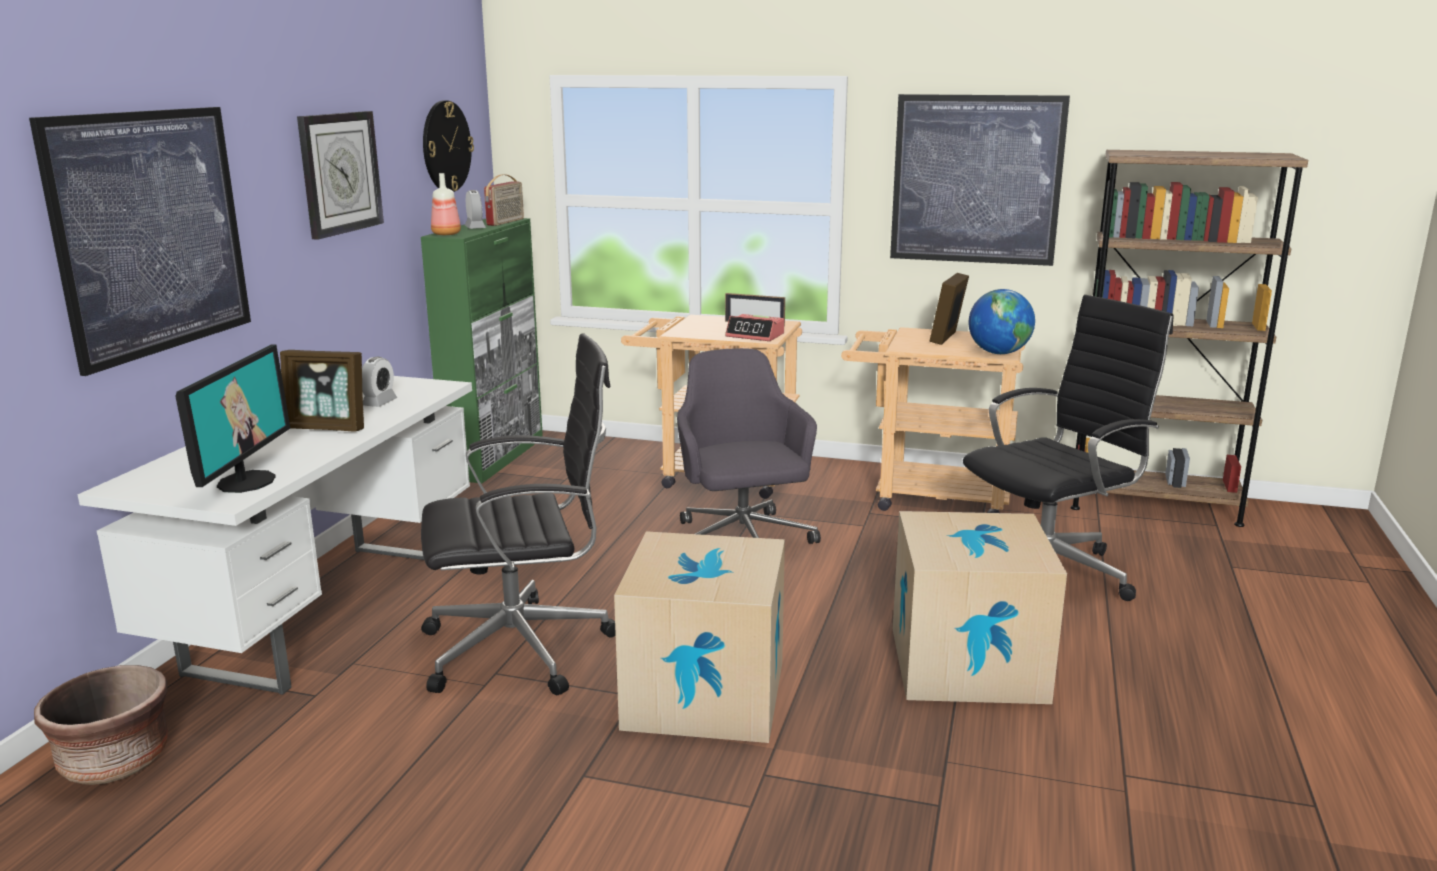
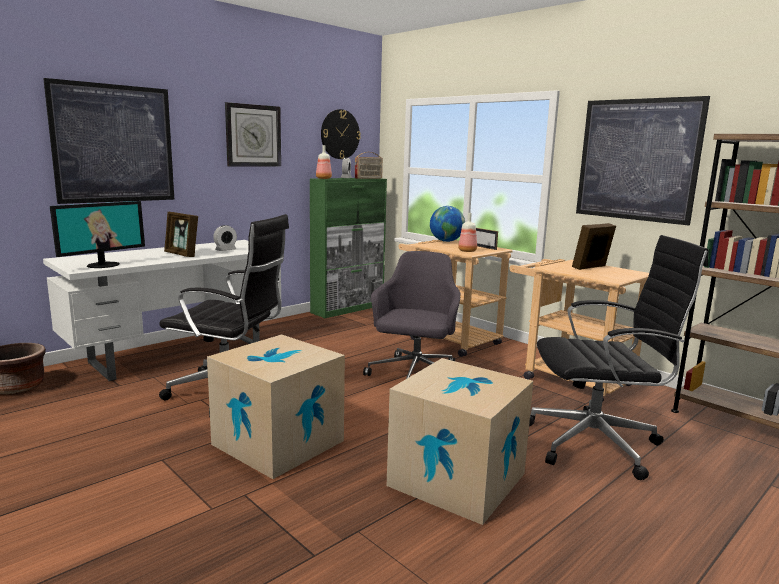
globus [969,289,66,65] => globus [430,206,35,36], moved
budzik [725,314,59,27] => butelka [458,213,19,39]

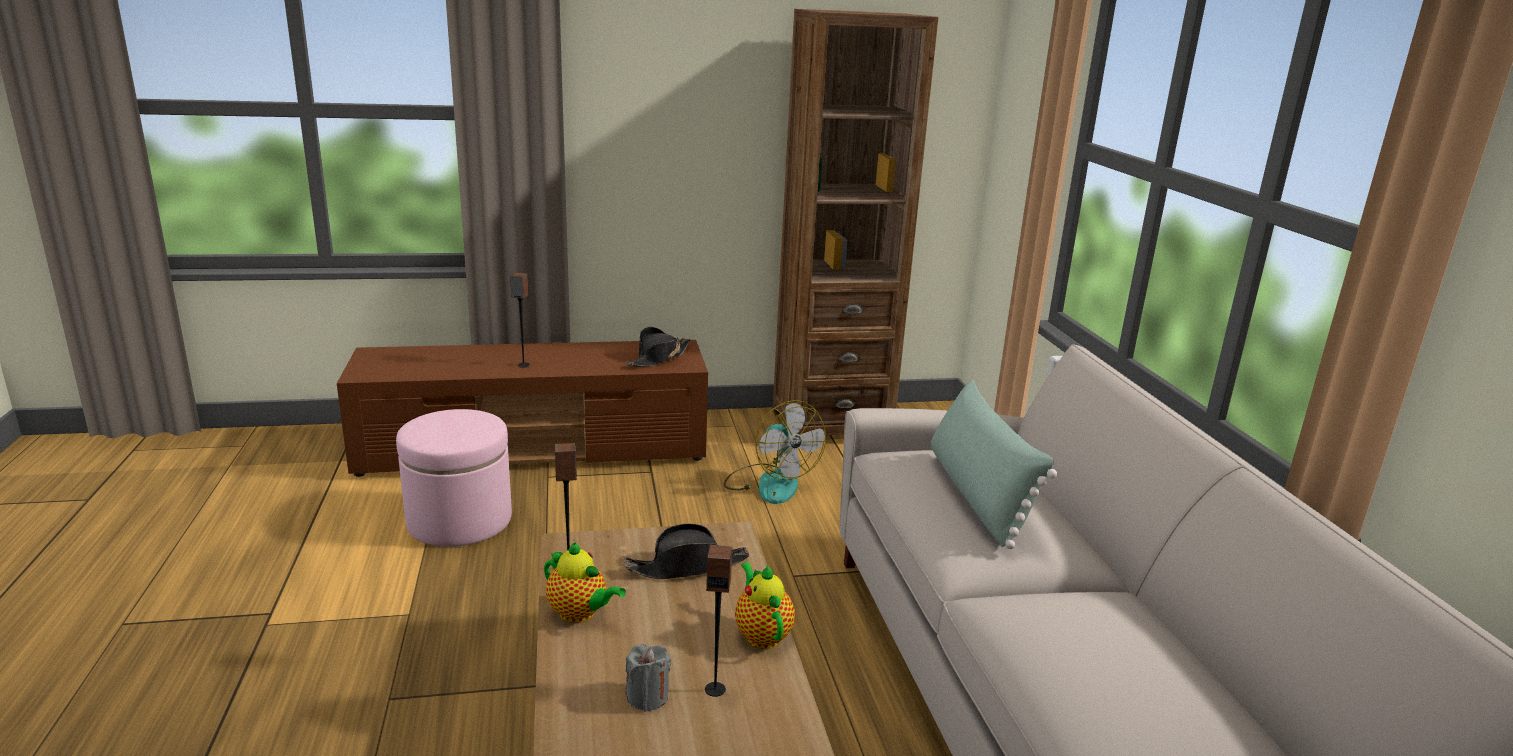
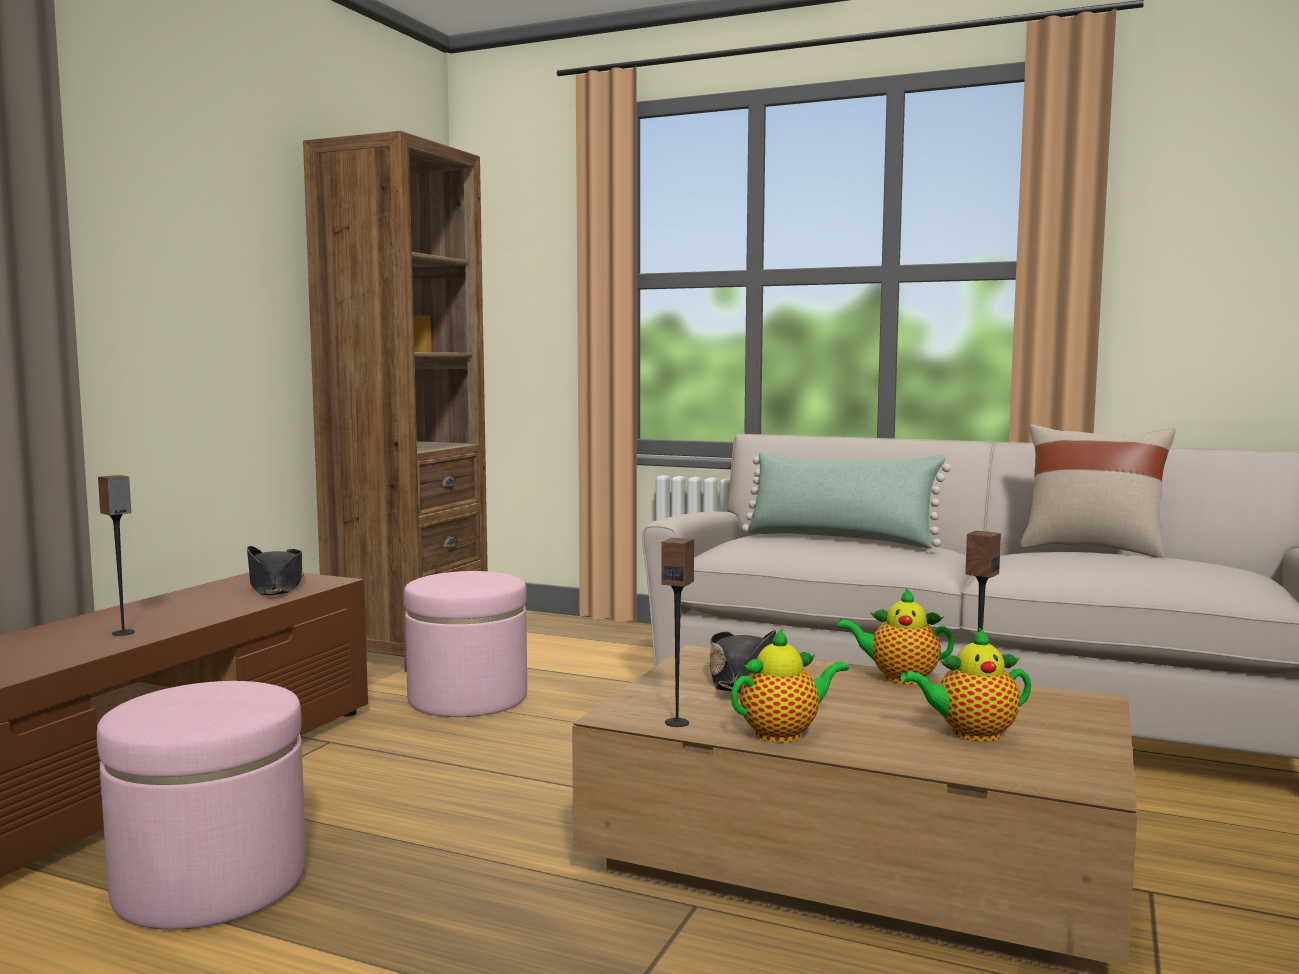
wentylator [724,400,102,104] => pufa (różowy) [404,571,123,146]
świeca (szary) [626,644,45,68] => imbryk [901,627,130,115]
nothing => poduszka (beżowy) [1020,424,155,134]

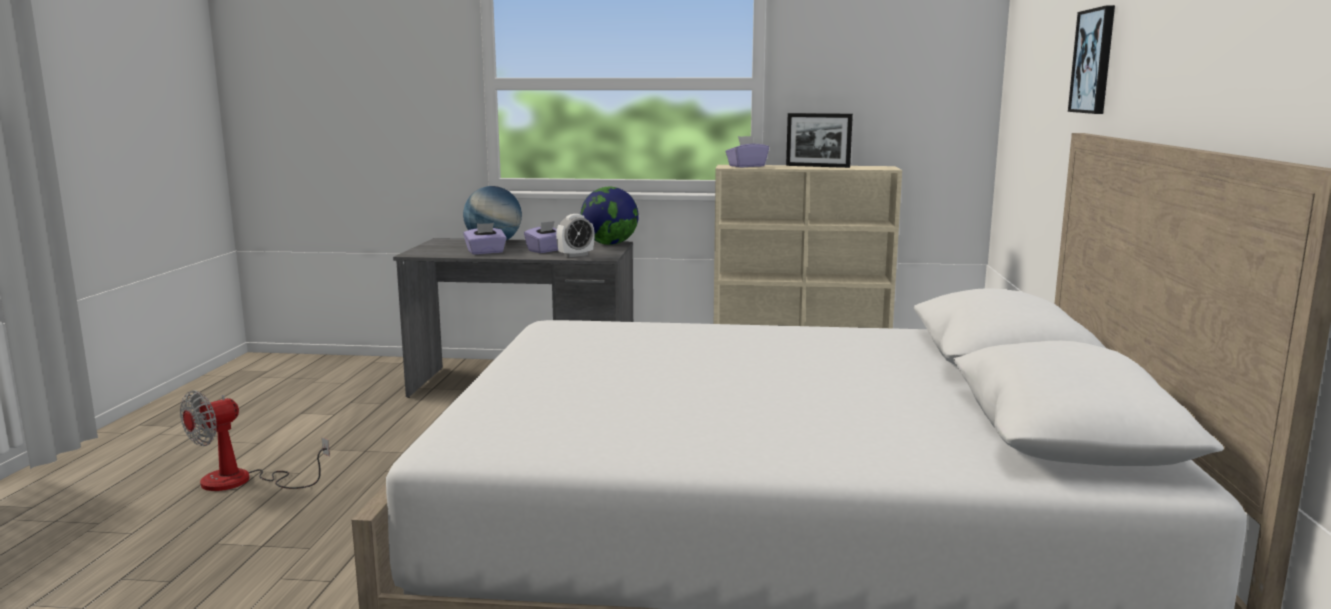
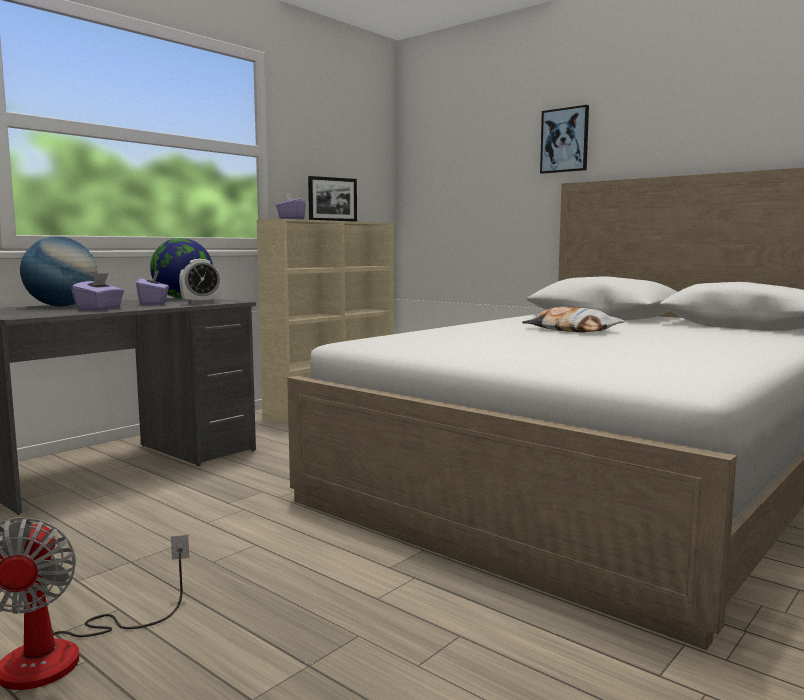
budzik [556,214,38,43] => budzik [179,259,43,45], 60 degrees clockwise
nothing => poduszka [522,307,103,26]

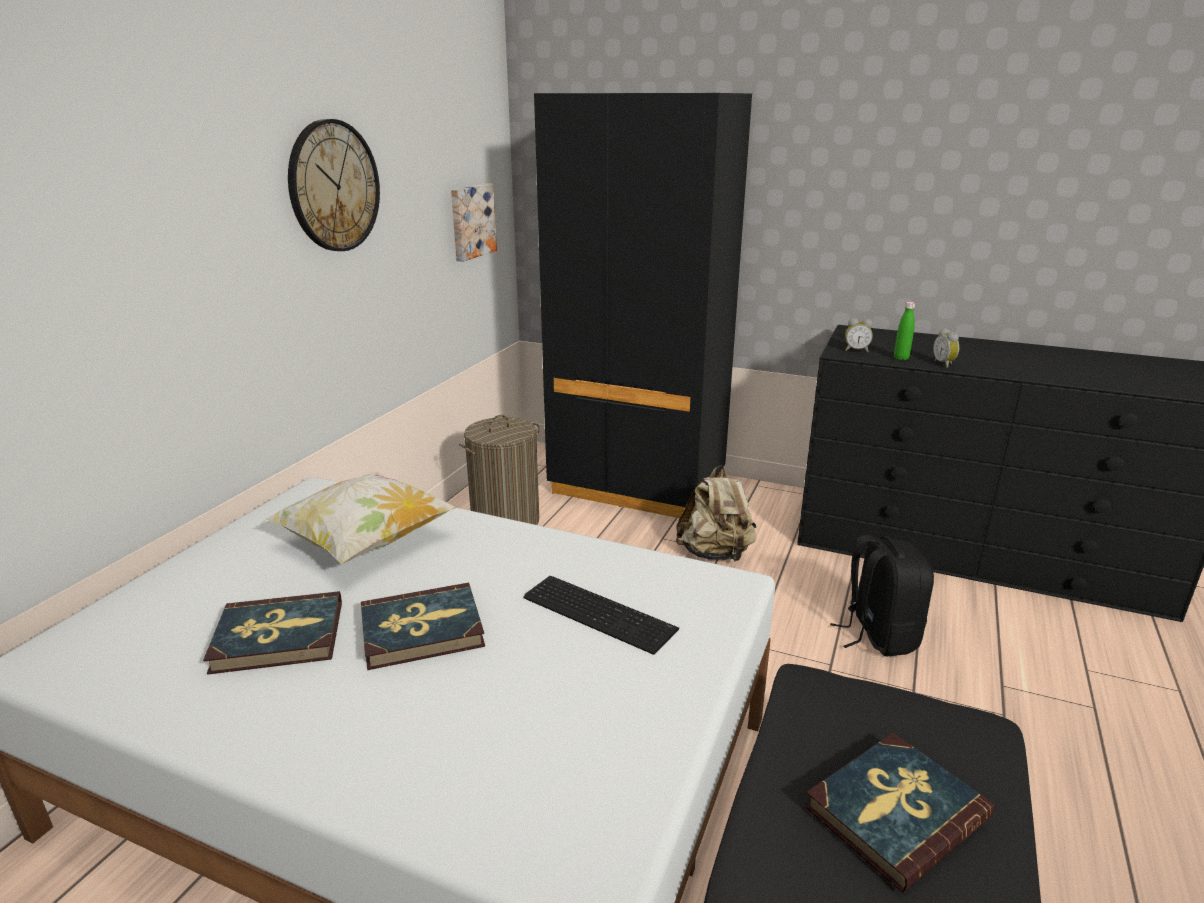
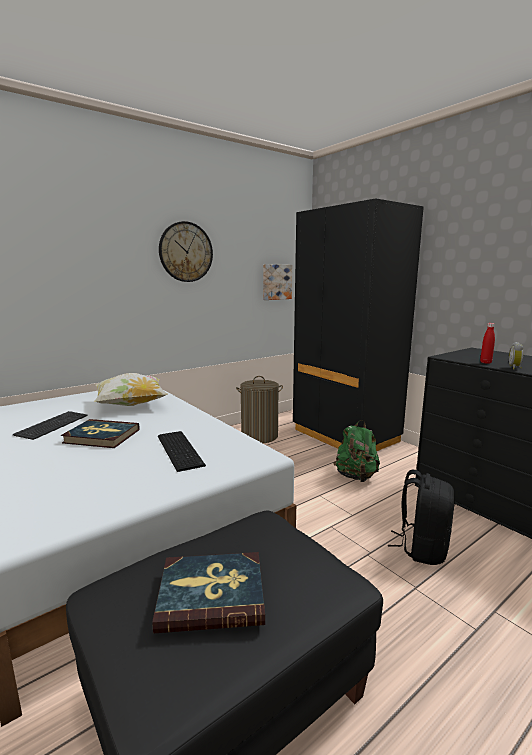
książka [203,591,139,84] => klawiatura [13,411,75,29]
plecak (beżowy) [676,465,80,97] => plecak (zielony) [333,420,47,62]
butelka (zielony) [894,302,21,58] => butelka (czerwony) [480,323,15,41]
budzik [845,318,28,34] => nothing

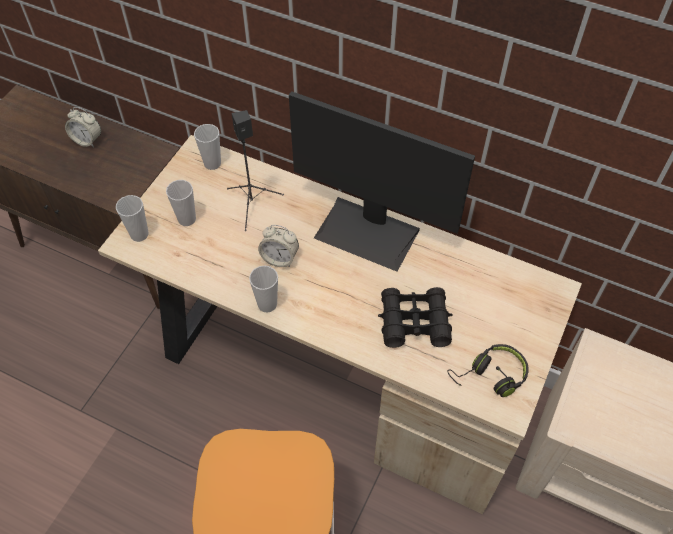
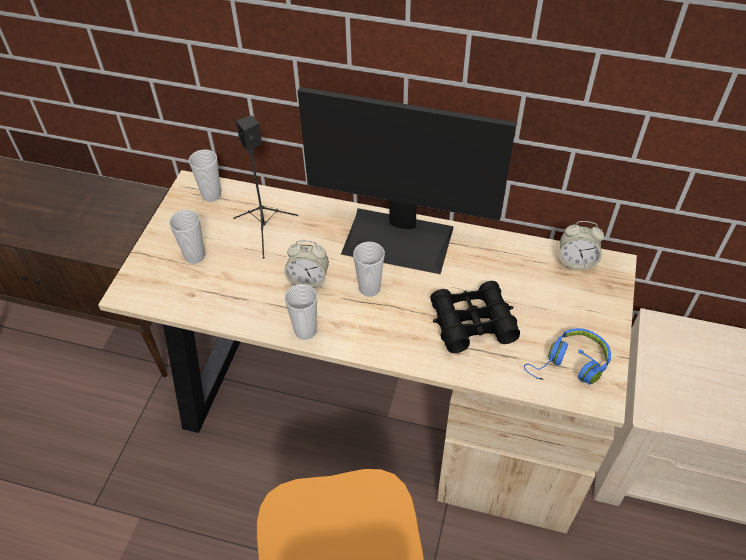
filiżanka [116,195,33,47] => filiżanka [353,242,32,55], moved
słuchawki (czarny) [447,344,82,53] => słuchawki (niebieski) [524,328,87,57]
budzik [65,107,36,40] => budzik [559,221,46,50], moved

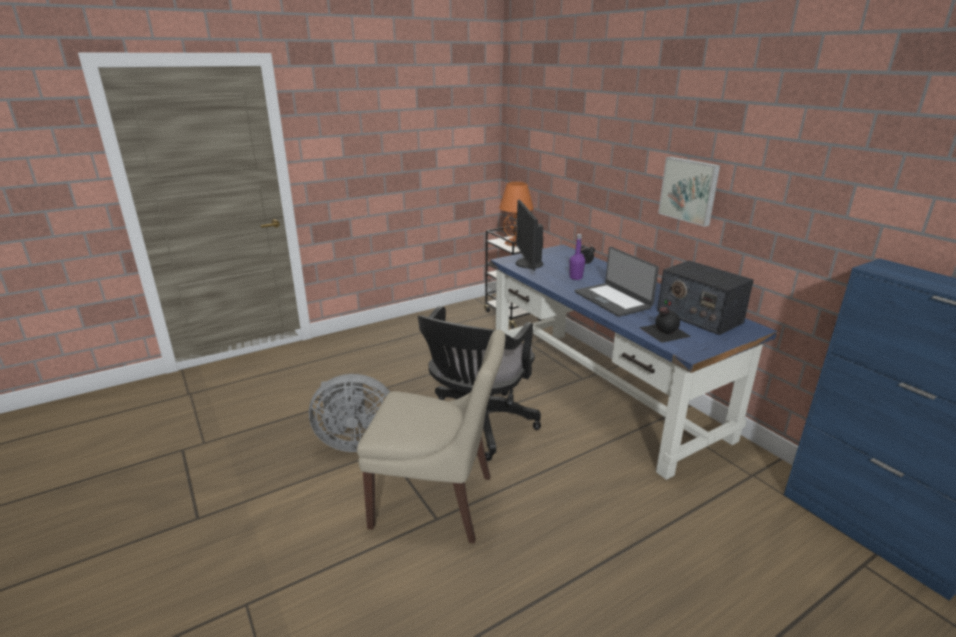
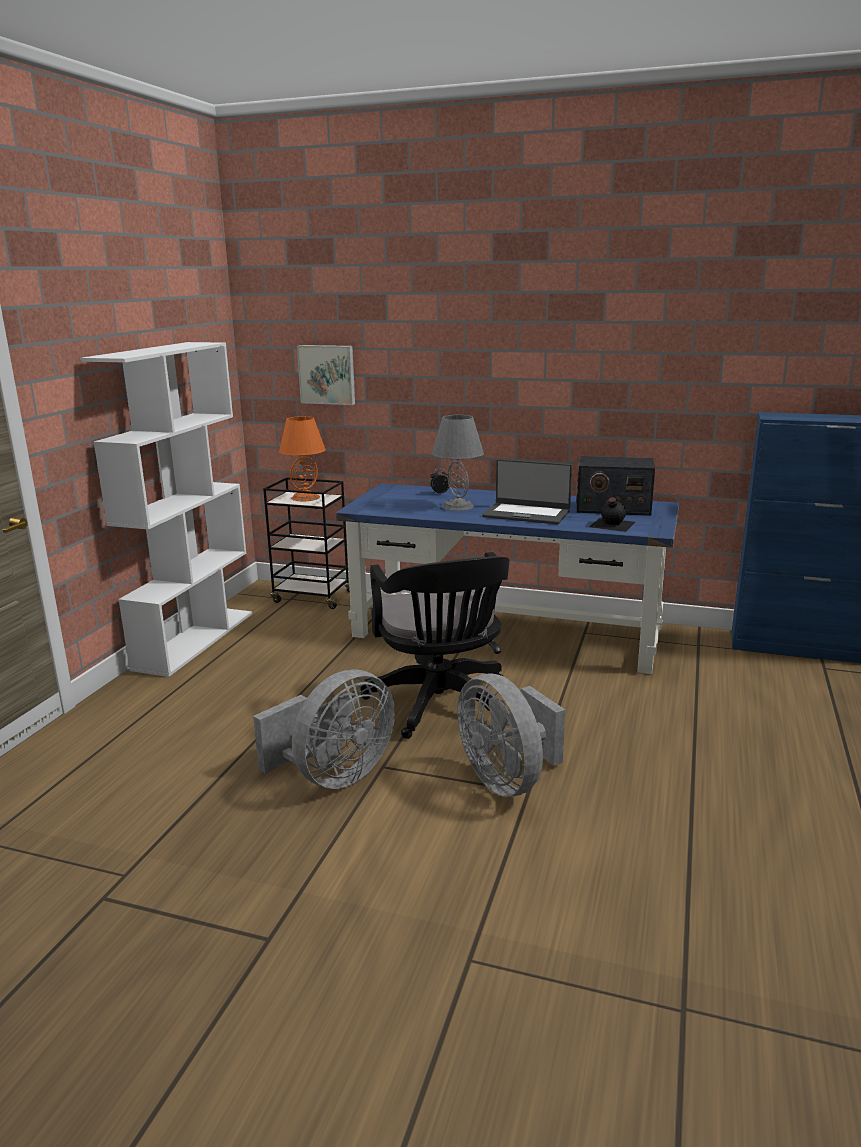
nothing => regał (biały) [80,342,172,335]
obraz [658,157,62,70] => obraz [297,345,58,60], moved
butelka (fioletowy) [569,234,16,46] => lampa stołowa (szary) [432,415,52,96]
krzesło (beżowy) [357,330,149,213] => wentylator (szary) [457,673,108,124]
monitor [516,200,27,71] => nothing

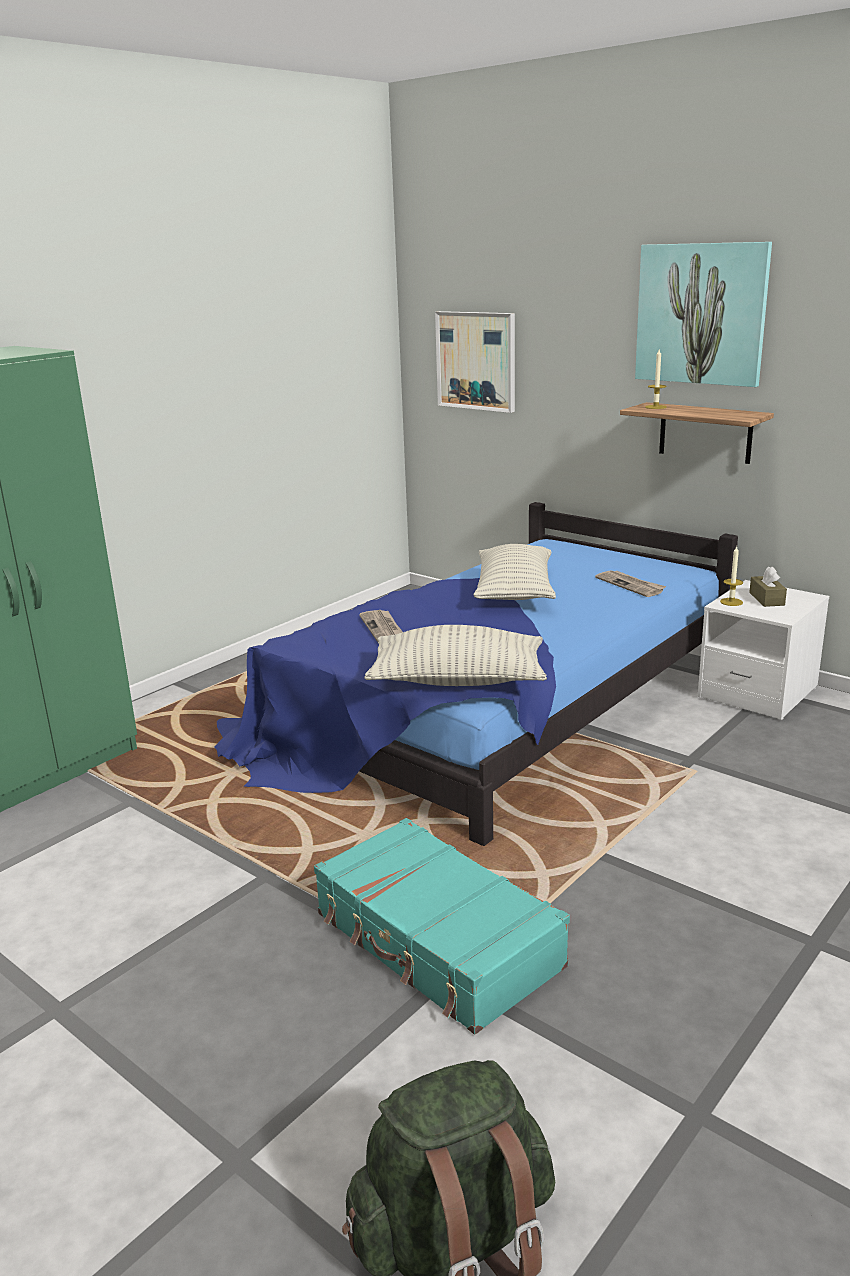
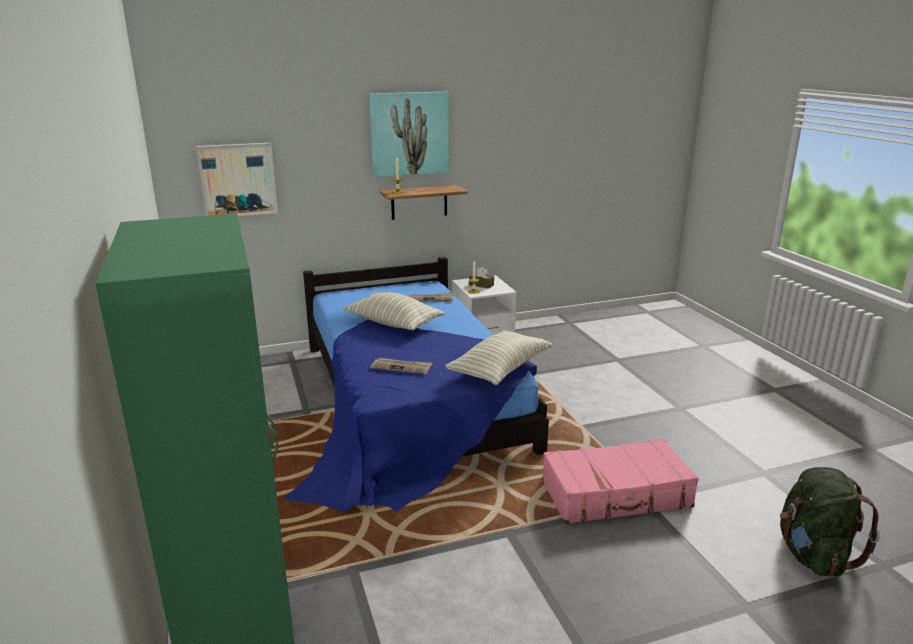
walizka (turkusowy) [314,818,256,217] => walizka (różowy) [542,439,157,85]

